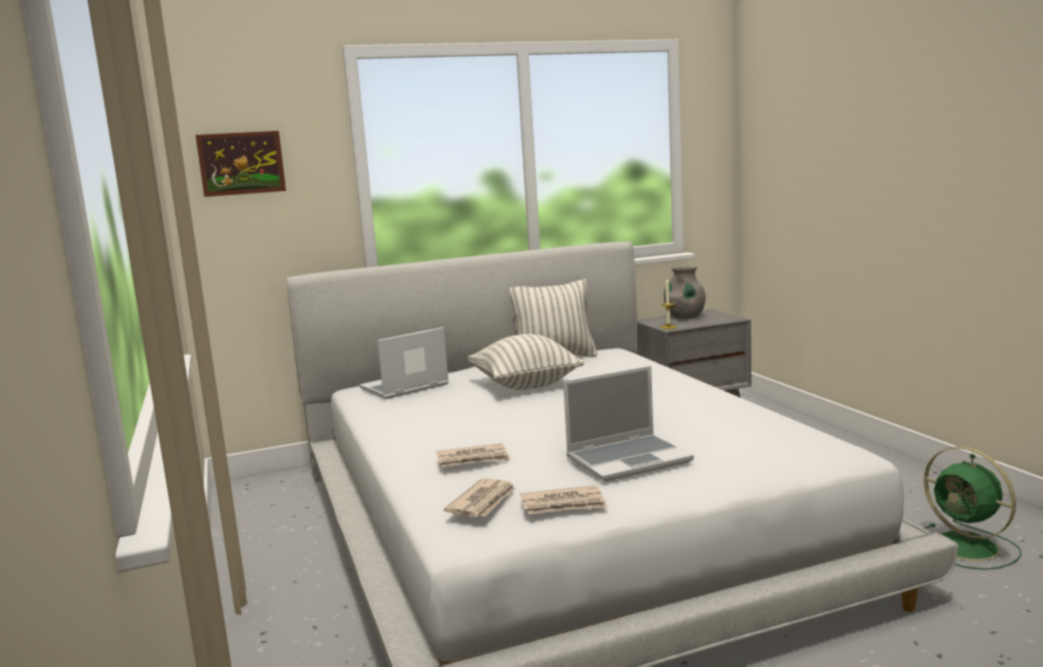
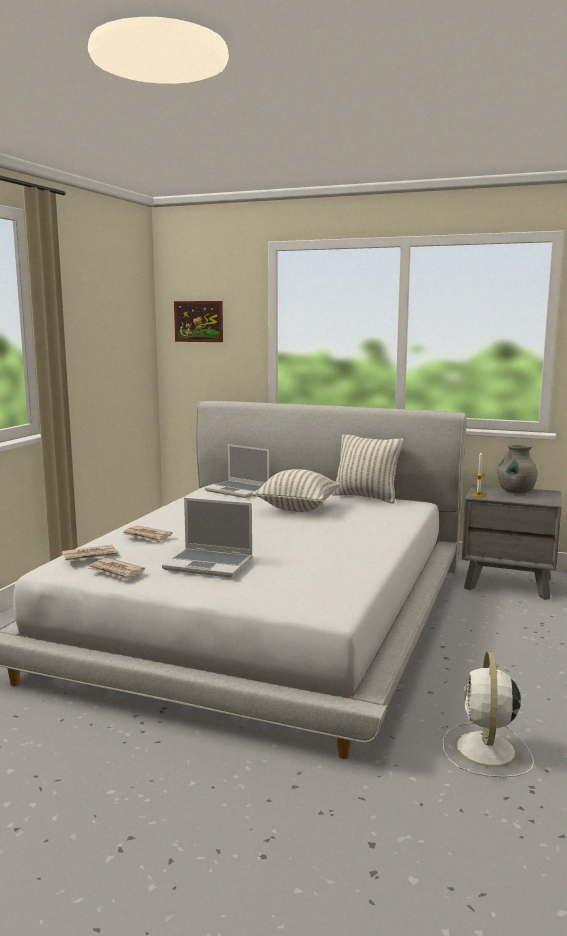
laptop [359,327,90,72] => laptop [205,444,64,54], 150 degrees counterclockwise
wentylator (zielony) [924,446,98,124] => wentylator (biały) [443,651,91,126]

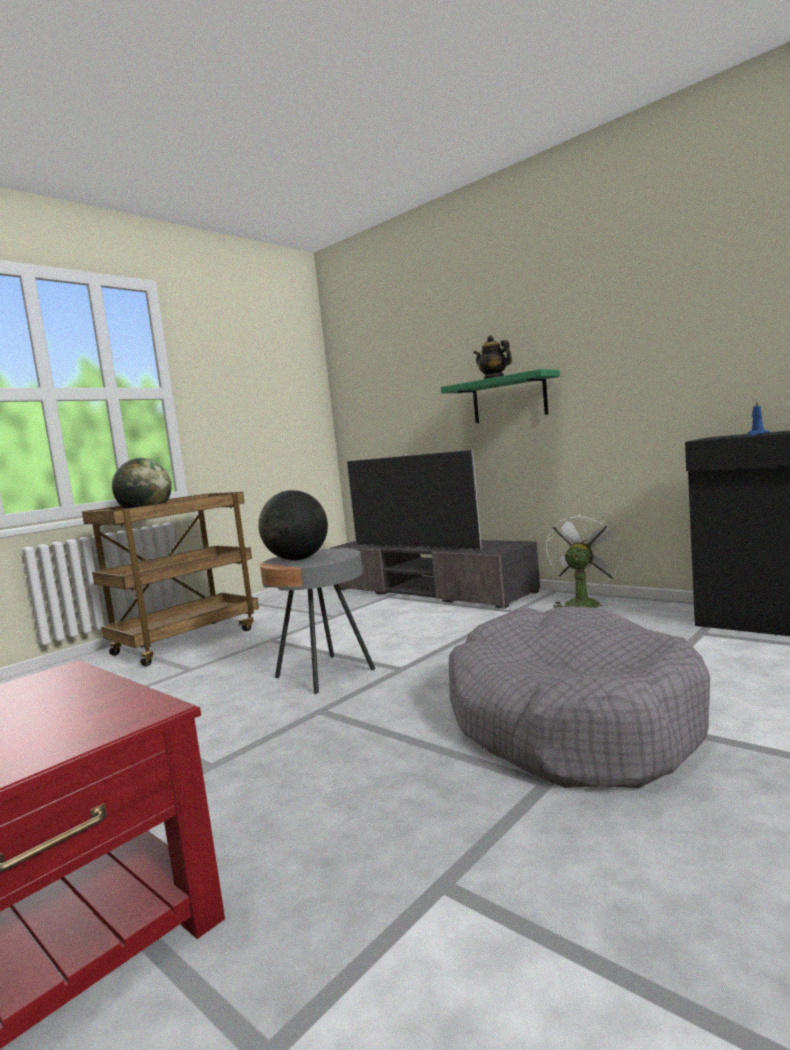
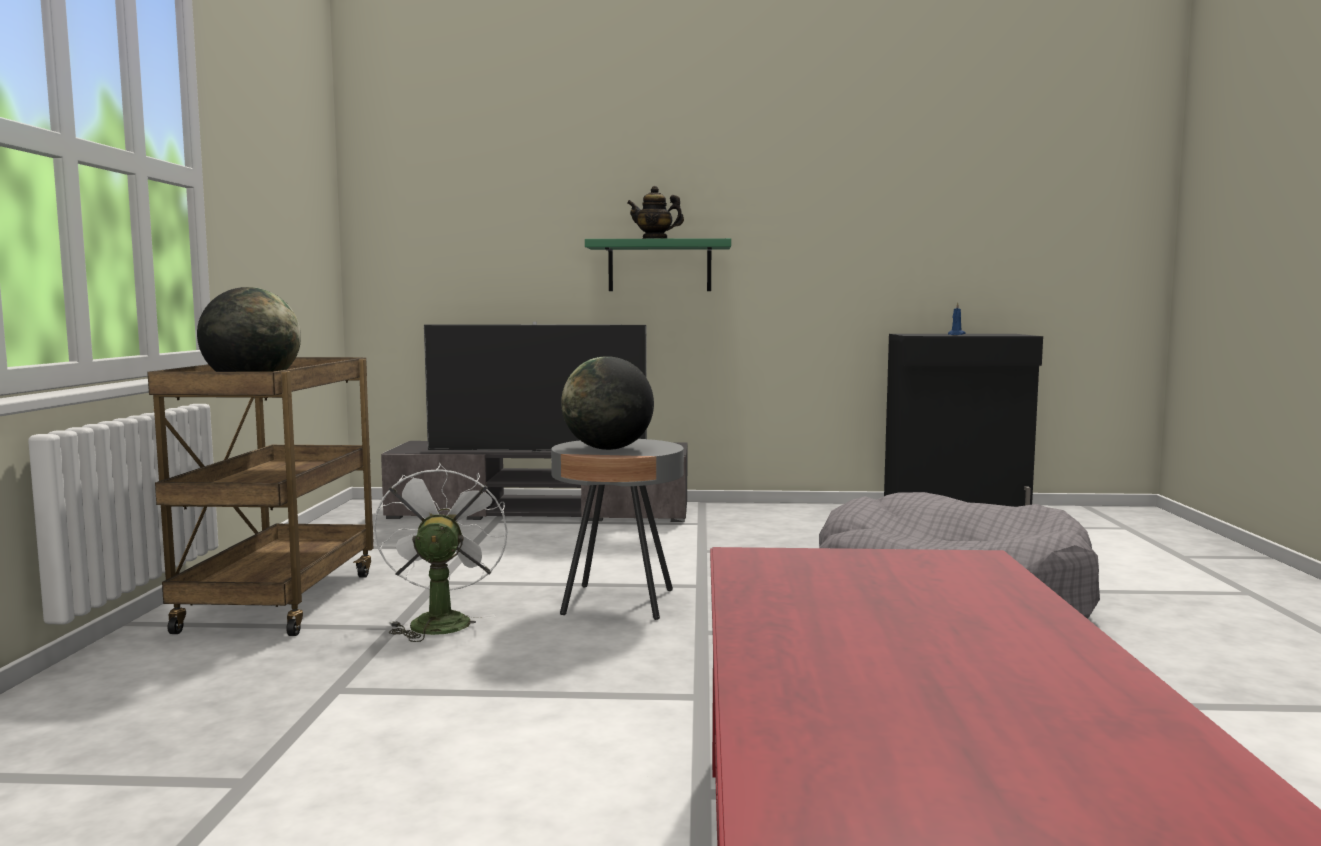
wentylator (biały) [546,513,77,95] => wentylator (biały) [374,462,134,180], moved

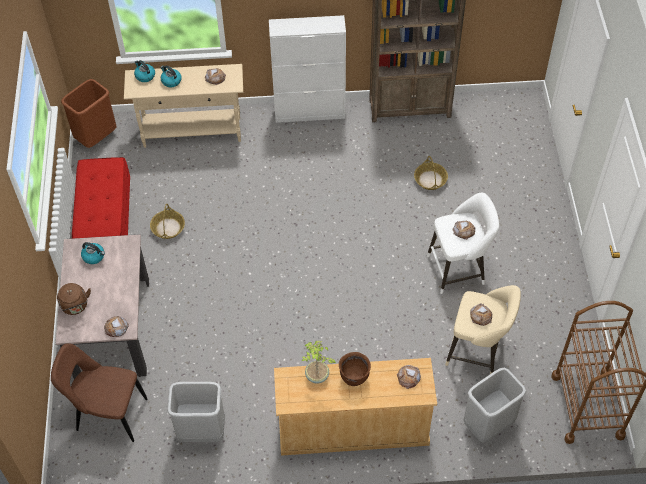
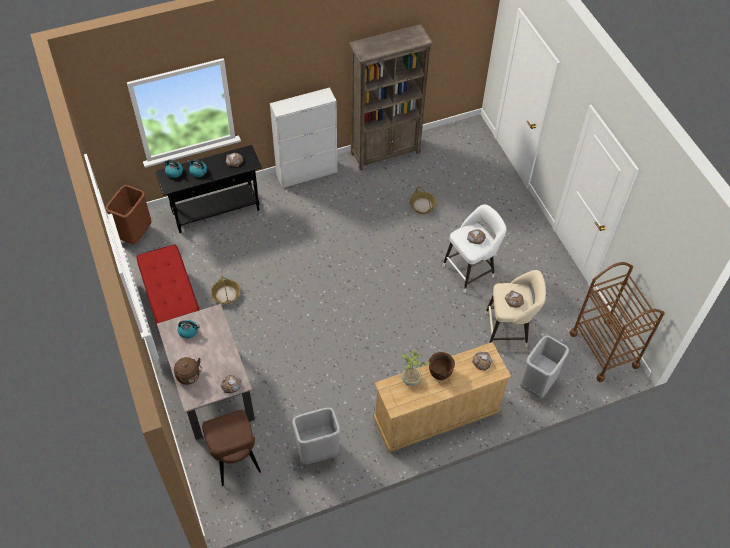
stolik konsolowy (beżowy) [124,64,119,84] => stolik konsolowy (czarny) [155,145,107,88]
krzesło (brązowy) [51,343,97,99] => krzesło (brązowy) [202,410,59,76], 105 degrees counterclockwise

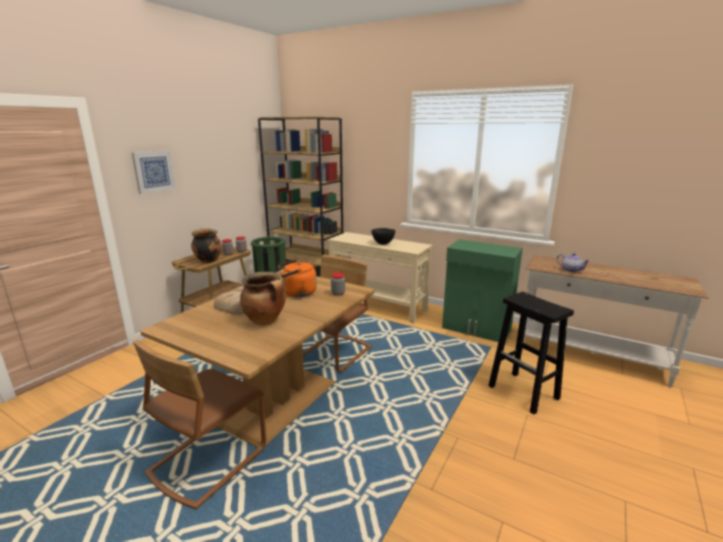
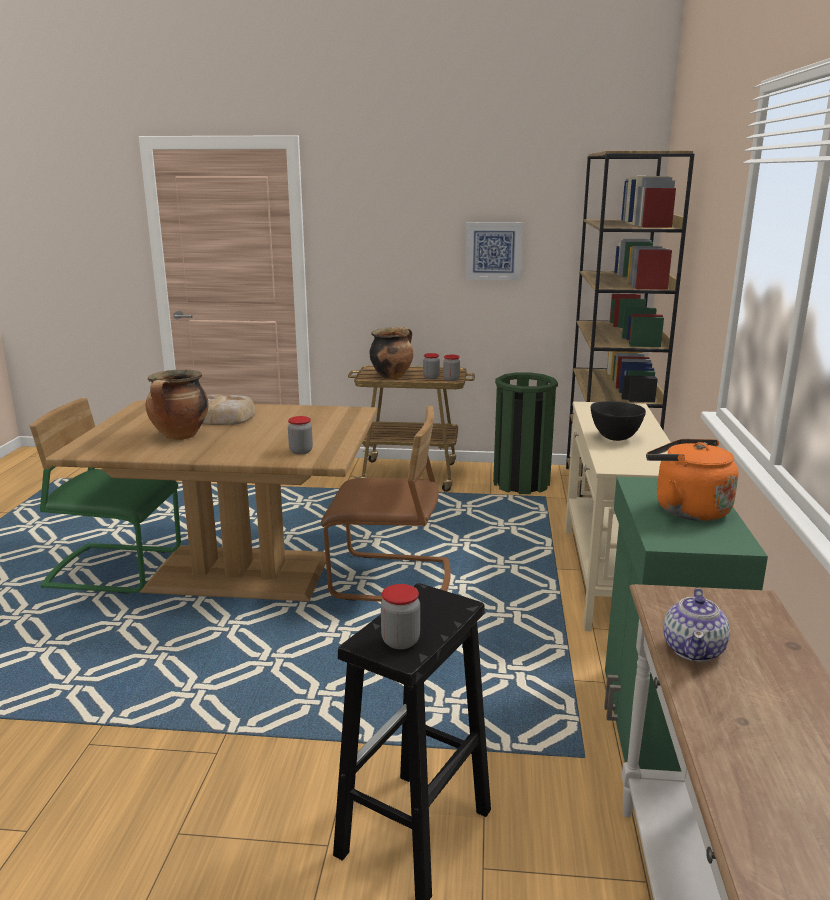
krzesło (brązowy) [133,339,133,171] => krzesło (zielony) [30,398,151,196]
nothing => słoik [381,584,39,65]
obraz [131,150,45,44] => obraz [465,222,58,58], moved
czajnik (pomarańczowy) [278,260,39,37] => czajnik (pomarańczowy) [646,439,92,82], moved

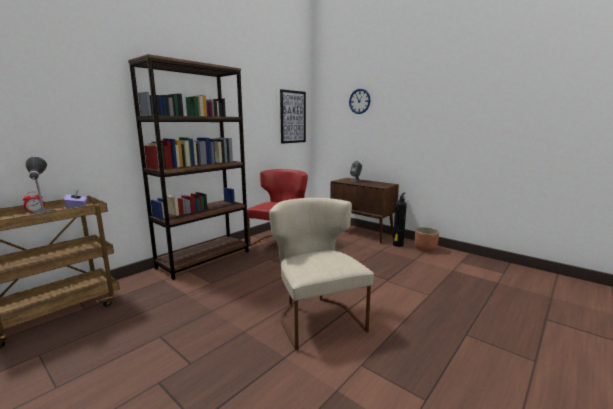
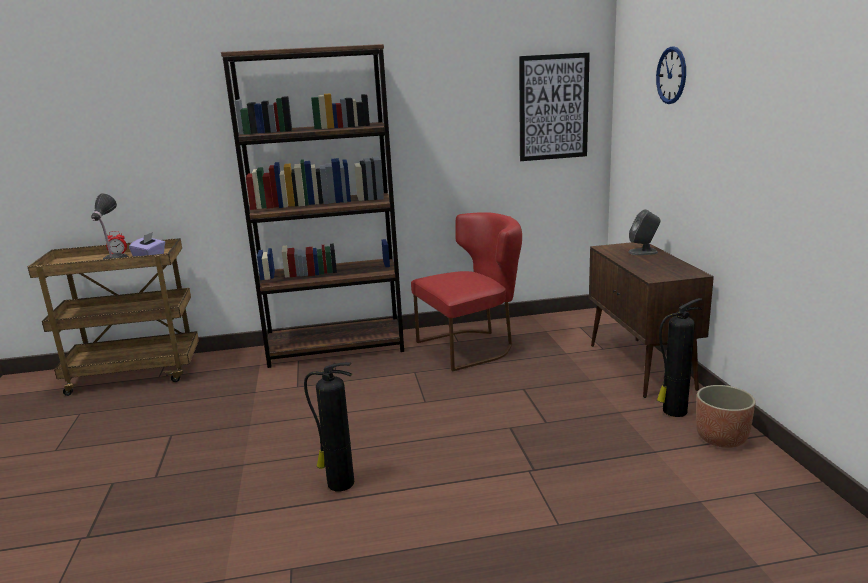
krzesło (beżowy) [269,198,105,152] => gaśnica [304,362,50,130]

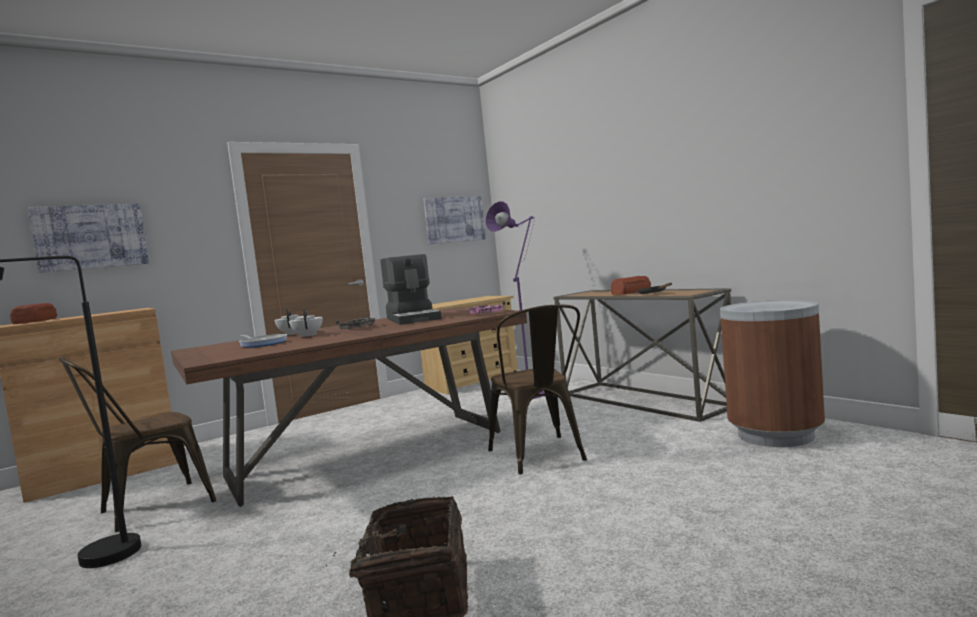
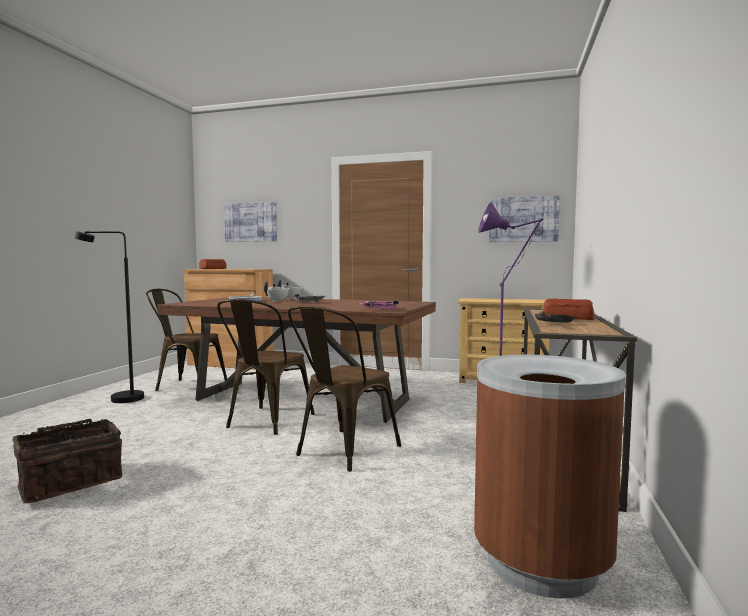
nothing => krzesło (brązowy) [217,299,98,136]
ekspres do kawy [380,254,62,71] => nothing

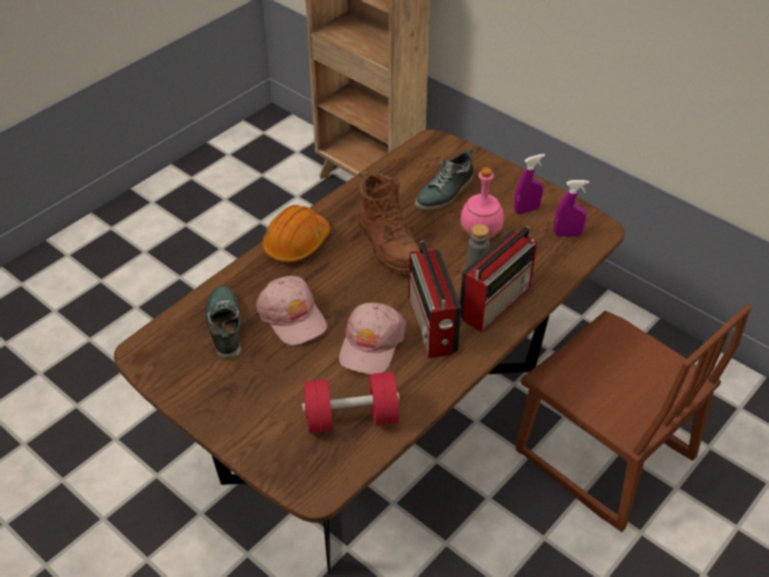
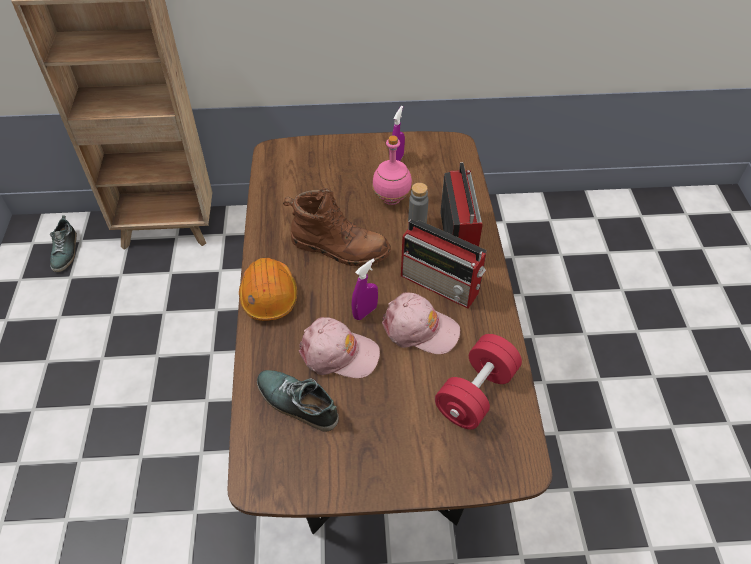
but [415,148,58,63] => but [50,215,27,57], moved
spryskiwacz (fioletowy) [554,180,35,57] => spryskiwacz (fioletowy) [352,259,26,61], moved
czapka z daszkiem (różowy) [339,302,67,73] => czapka z daszkiem (różowy) [382,292,78,62], 45 degrees counterclockwise
krzesło (brązowy) [516,304,236,228] => nothing

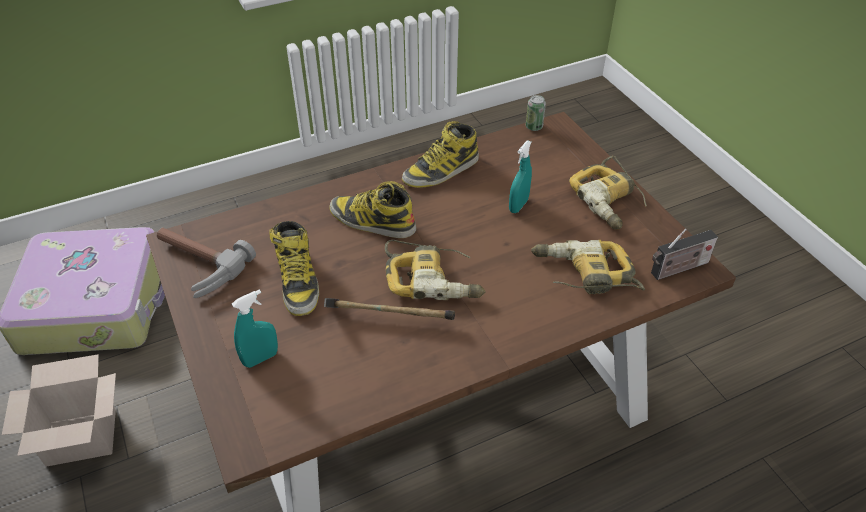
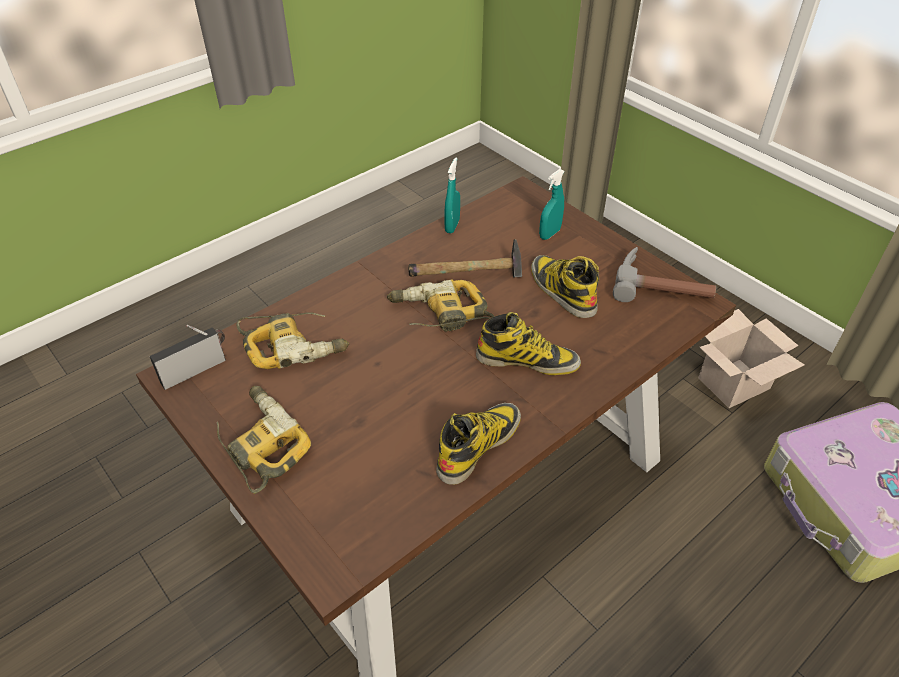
spryskiwacz (turkusowy) [509,140,23,73] => spryskiwacz (turkusowy) [445,157,15,76], moved
puszka [526,95,20,36] => nothing

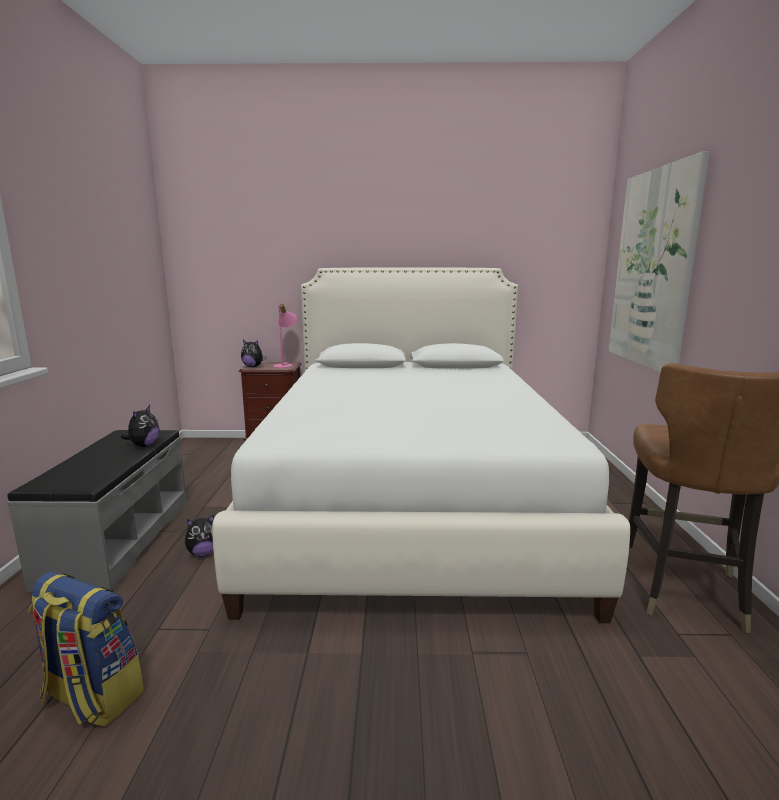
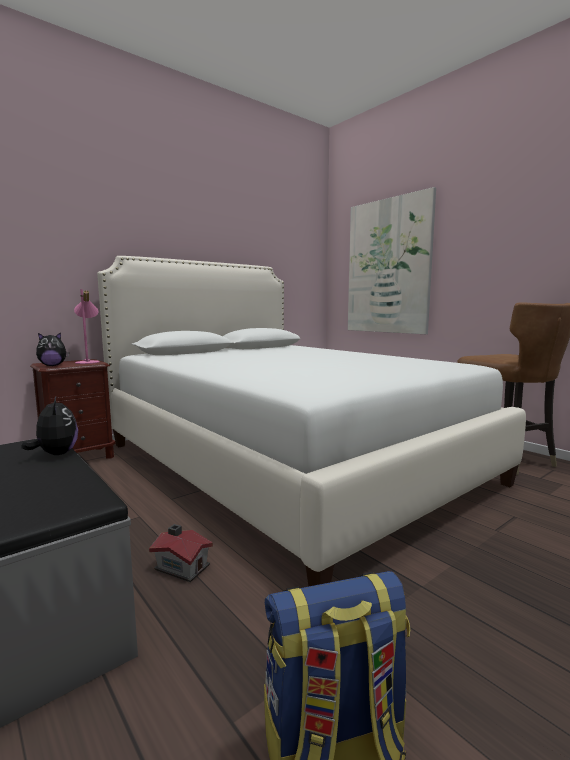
pluszak [185,514,29,42] => domek [149,524,64,58]

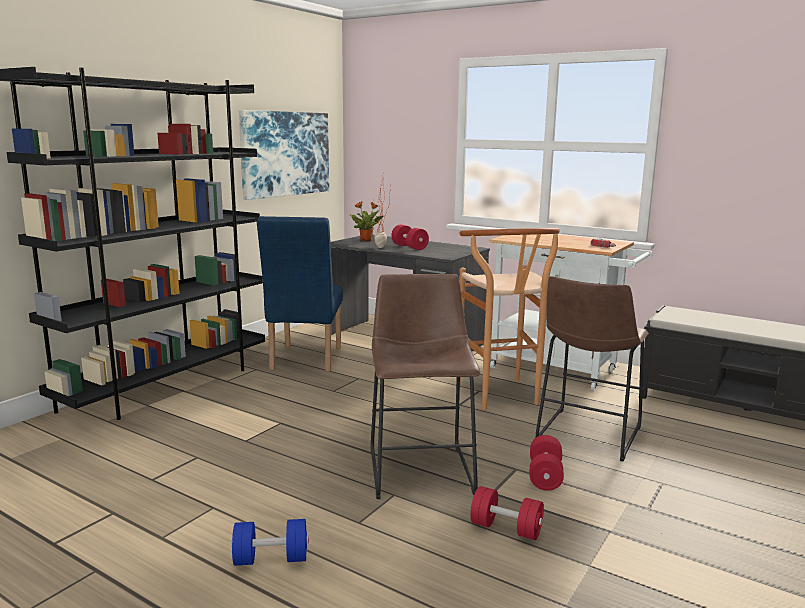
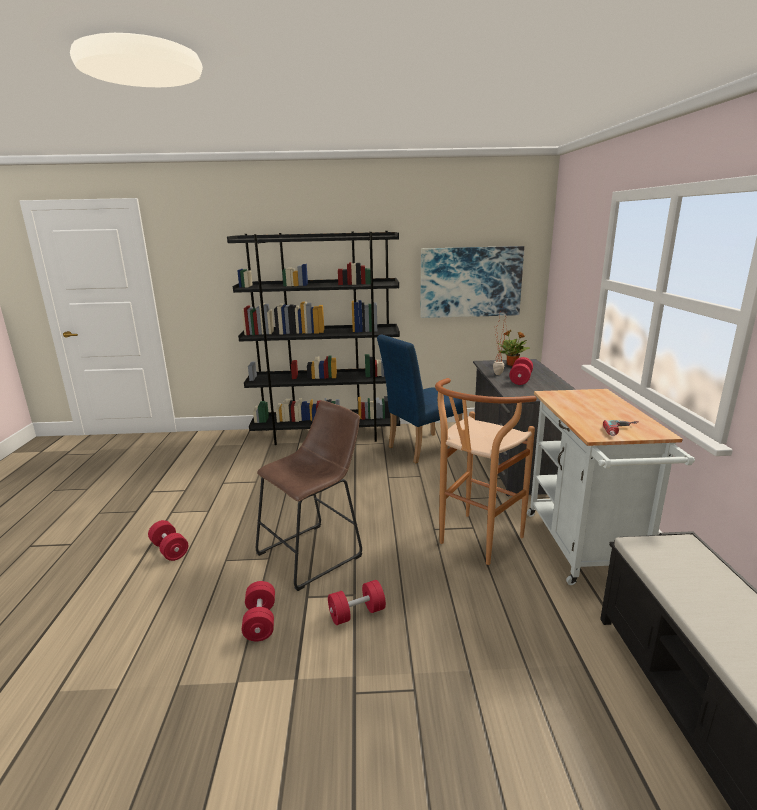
hantel (niebieski) [231,519,78,47] => hantel (czerwony) [148,520,40,41]
stołek (brązowy) [535,276,114,186] => nothing

